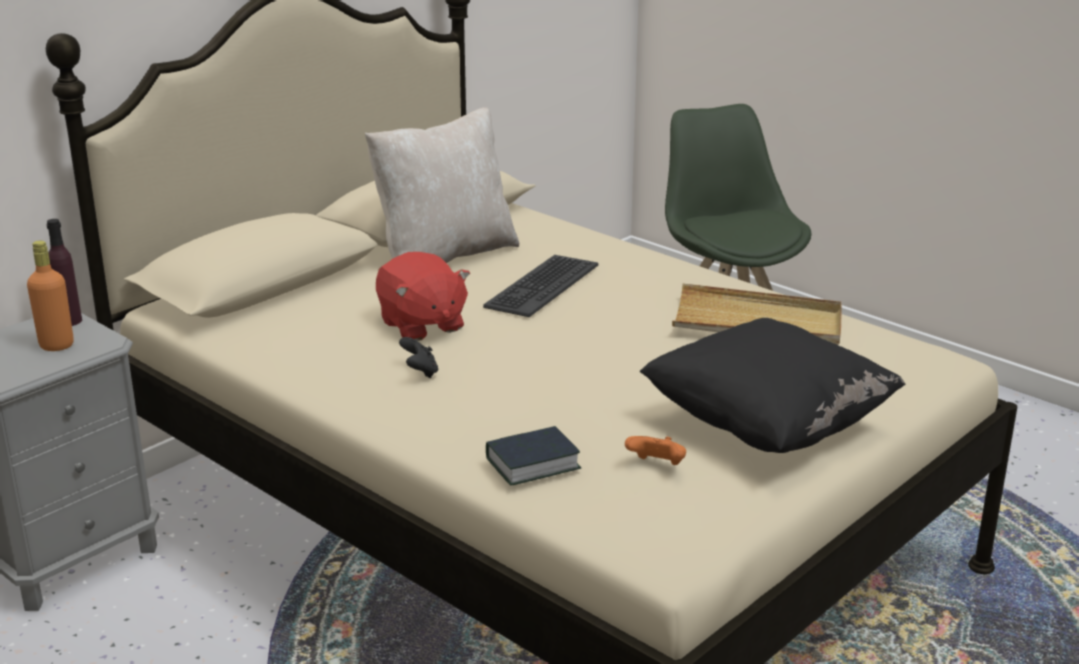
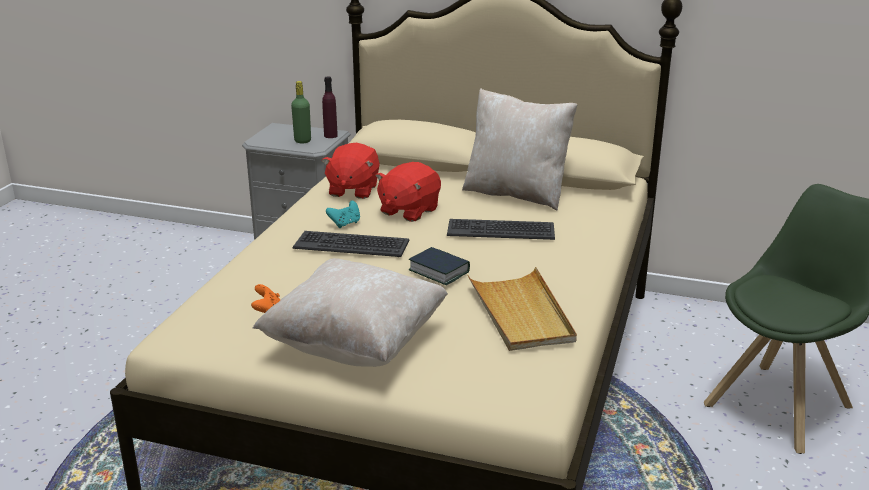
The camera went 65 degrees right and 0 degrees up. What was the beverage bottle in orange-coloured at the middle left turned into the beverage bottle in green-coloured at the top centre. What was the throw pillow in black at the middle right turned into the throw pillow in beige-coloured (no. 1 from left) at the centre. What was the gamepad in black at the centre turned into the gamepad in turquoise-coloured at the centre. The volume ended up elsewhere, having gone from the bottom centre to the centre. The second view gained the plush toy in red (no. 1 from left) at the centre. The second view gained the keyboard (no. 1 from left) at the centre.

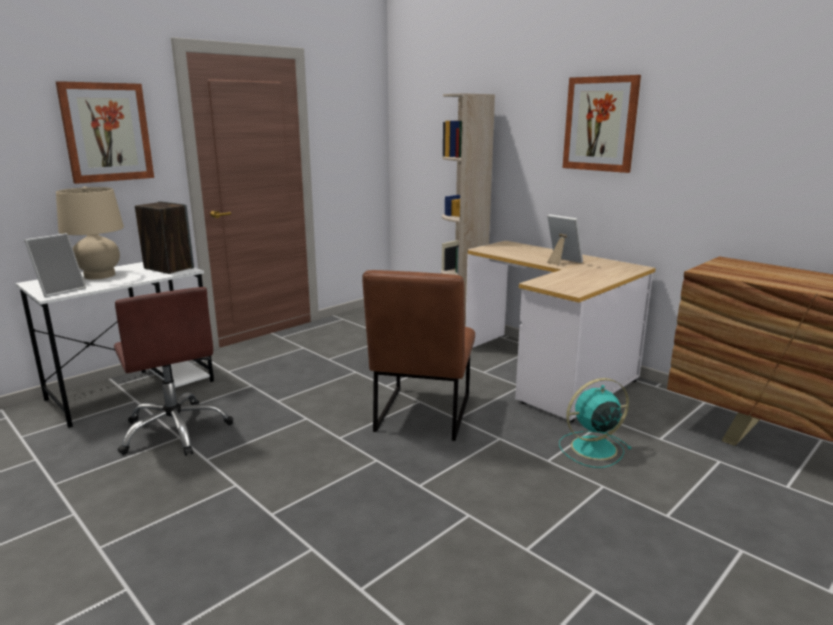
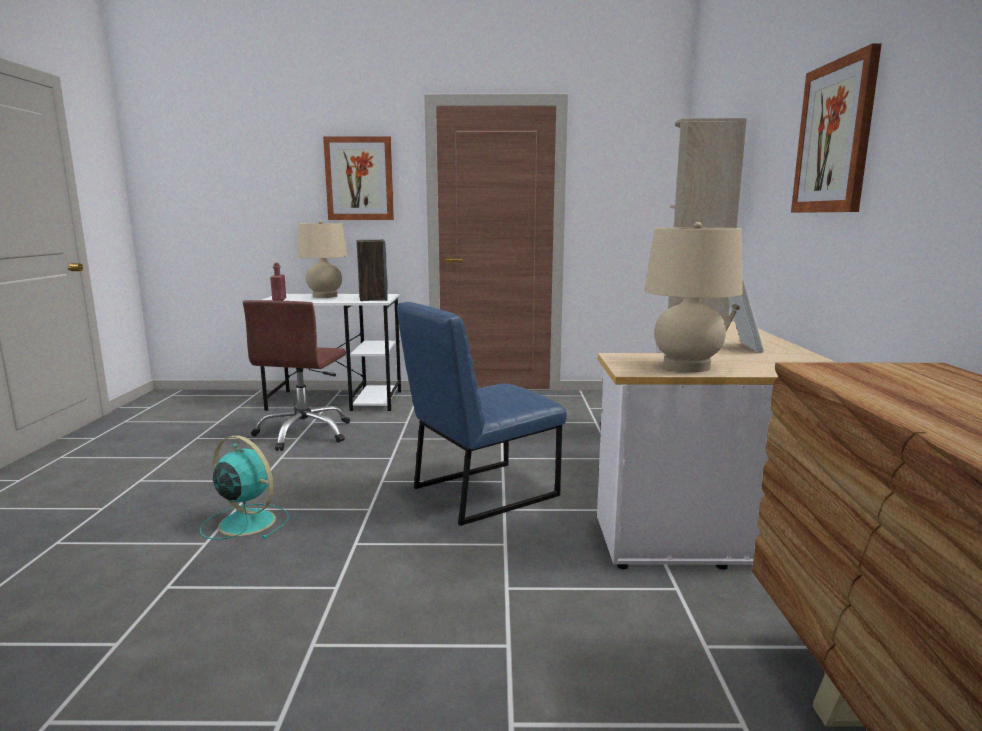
The camera went 45 degrees right and 5 degrees down. Where the standing frame (no. 1 from left) stood at the middle left, the beverage bottle in red came to stand at the middle left. What was the upright chair in brownish at the centre turned into the upright chair in bluish at the centre. The electric fan in turquoise-coloured ended up elsewhere, having gone from the bottom right to the middle left. The second view gained the table lamp in beige-coloured (no. 2 from left) at the middle right.

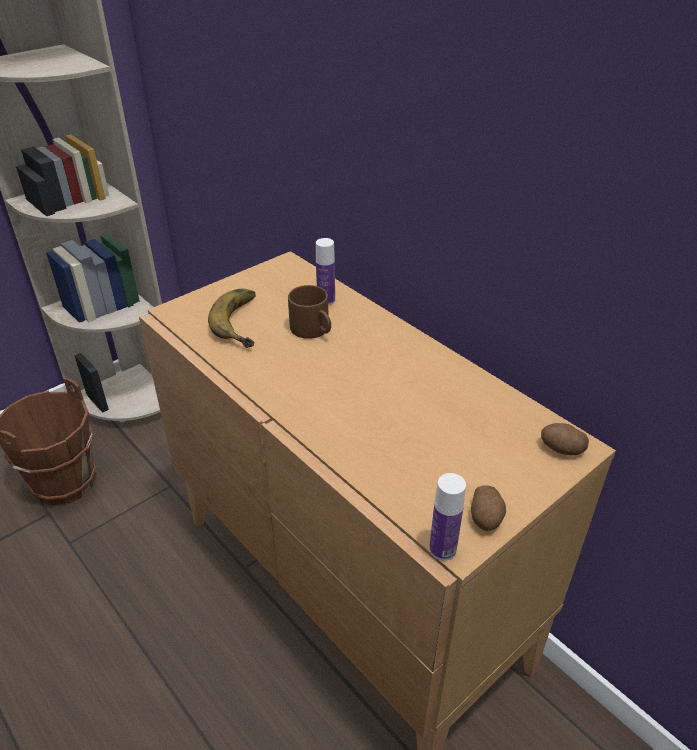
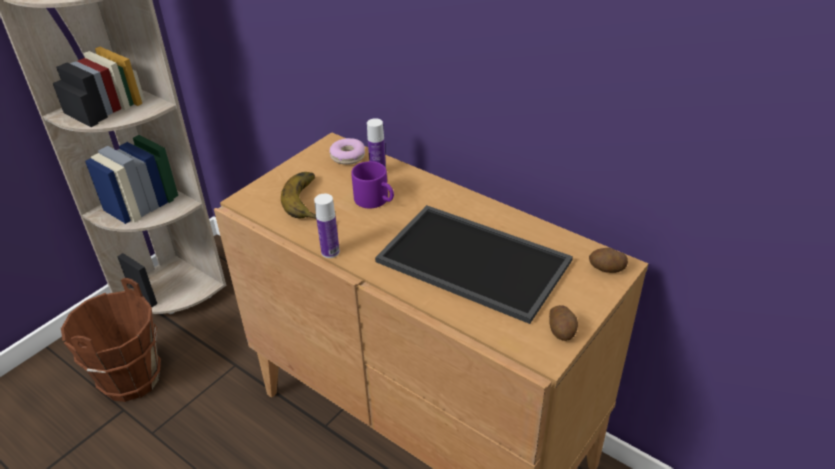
The camera went 10 degrees left and 0 degrees up. What was the mug in brownish at the centre turned into the mug in purplish at the centre. The beverage bottle (no. 2 from left in the first image) ended up elsewhere, having gone from the bottom centre to the centre. The second view gained the doughnut at the top centre. The second view gained the serving tray at the centre.

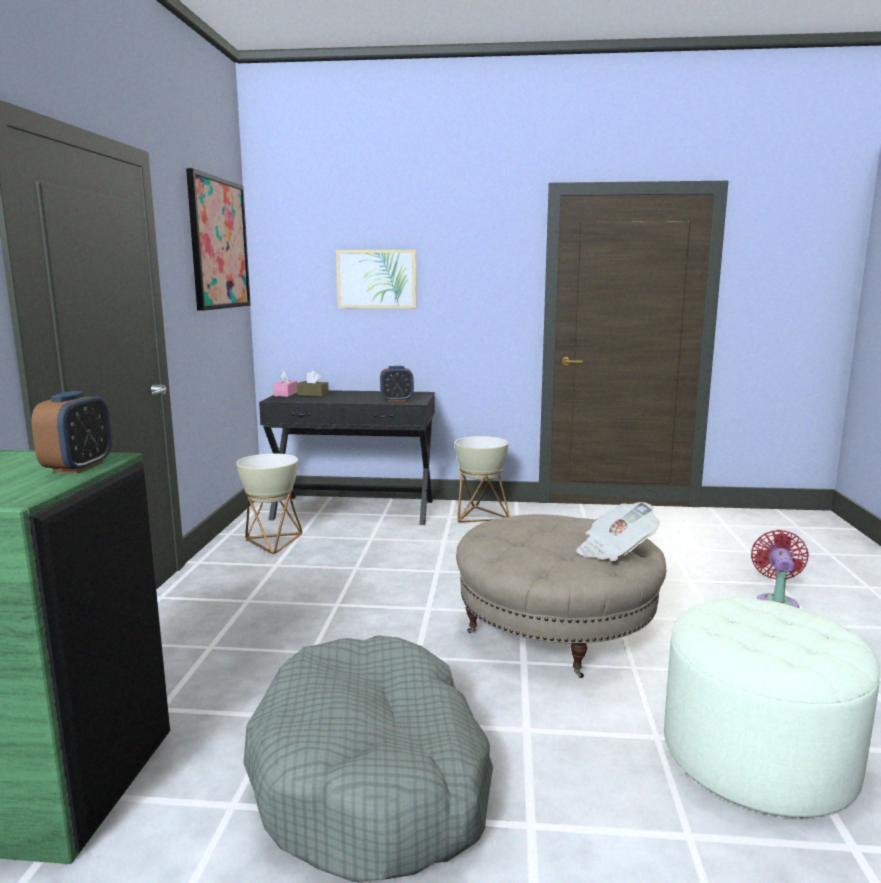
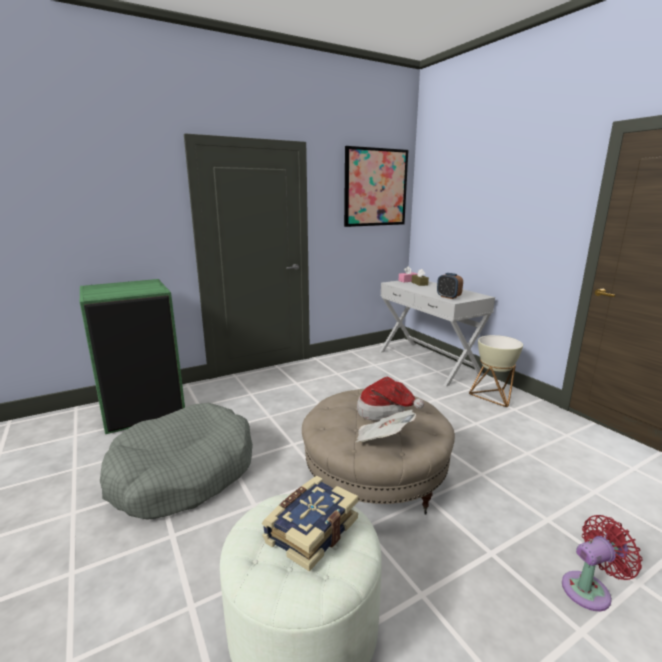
The camera went 55 degrees right and 5 degrees up. The second view lost the wall picture (no. 2 from left) at the top centre. What was the hall table in black at the centre turned into the hall table in white-coloured at the centre. The second view lost the bedside clock (no. 1 from left) at the middle left. The second view lost the flower pot (no. 1 from left) at the middle left. The second view gained the hat at the centre. The second view gained the volume at the bottom centre.

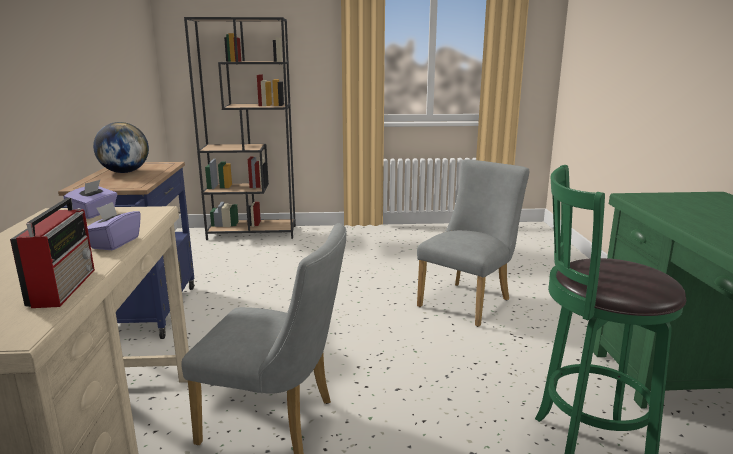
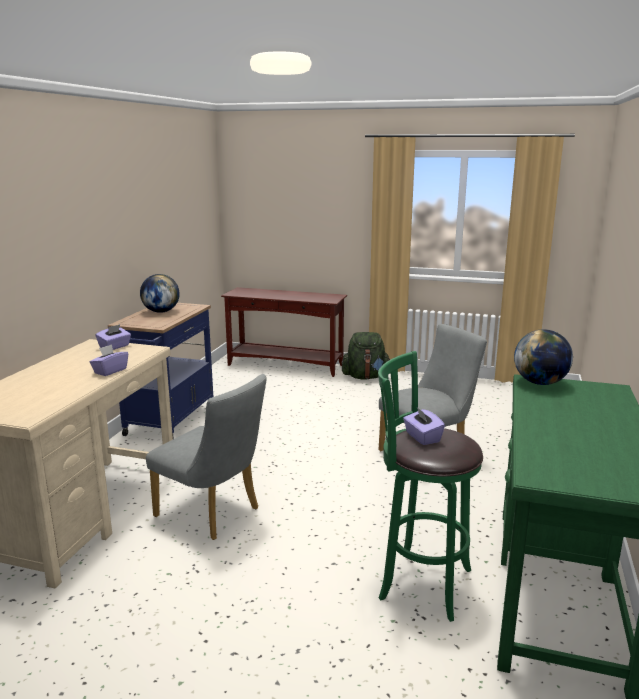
The camera went 20 degrees right and 0 degrees up. Where the bookcase stood at the top left, the hall table in brownish came to stand at the centre. The second view lost the radio at the middle left. The second view gained the desk globe (no. 2 from left) at the middle right. The second view gained the knapsack in green-coloured at the centre. The second view gained the box of tissues in purplish (no. 3 from left) at the centre.

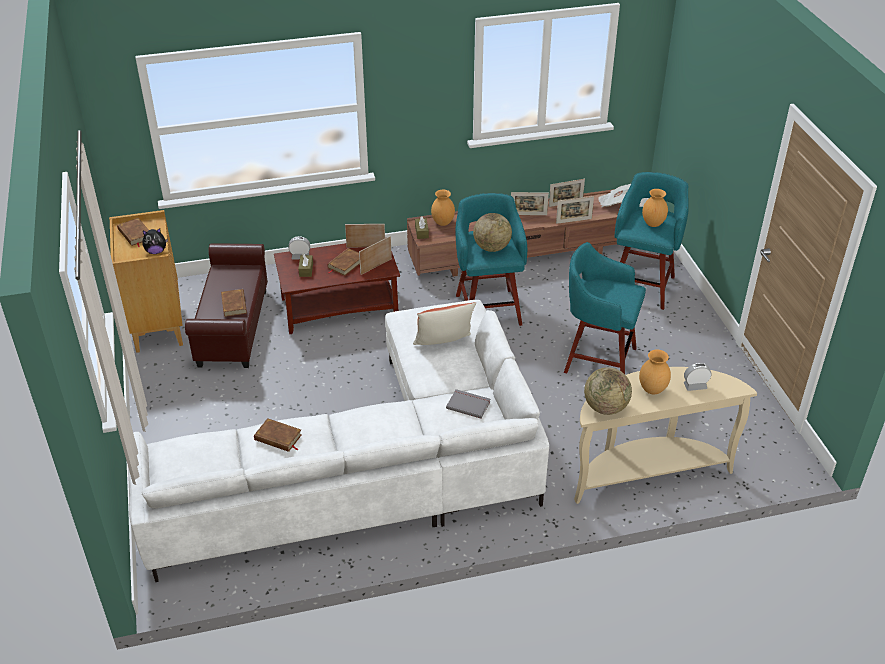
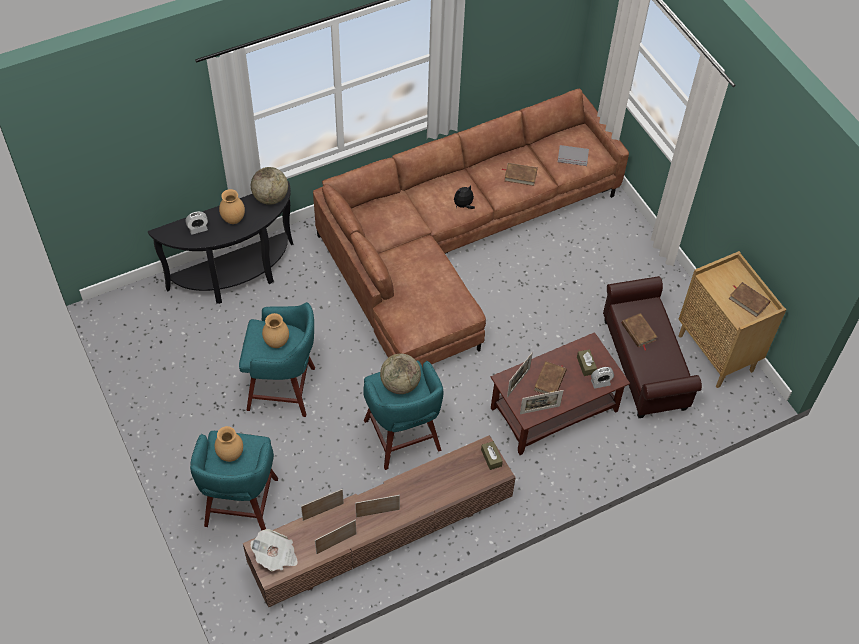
The camera went 165 degrees right and 15 degrees up. The decorative vase in brownish (no. 1 from left in the first image) ended up elsewhere, having gone from the top centre to the middle left. The plush toy ended up elsewhere, having gone from the middle left to the top centre. What was the sofa in white-coloured at the centre turned into the sofa in brownish at the centre. The second view lost the throw pillow at the centre. What was the hall table in beige-coloured at the middle right turned into the hall table in black at the middle left. The volume in grey ended up elsewhere, having gone from the centre to the top right.

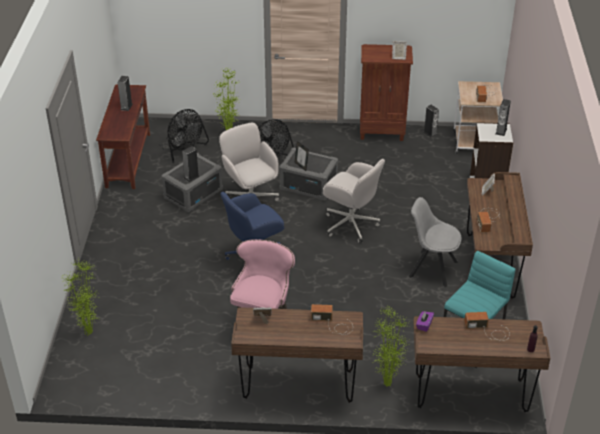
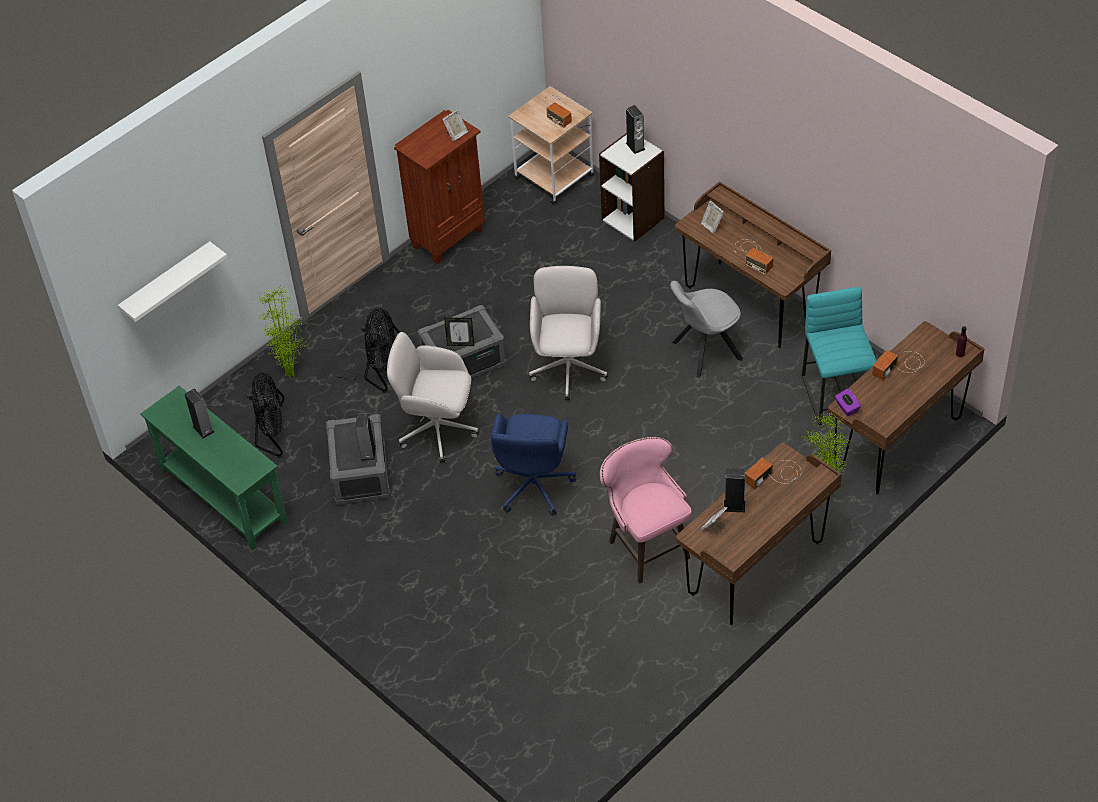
The camera went 45 degrees left and 10 degrees up. What was the hall table in brownish at the top left turned into the hall table in green-coloured at the middle left. The loudspeaker (no. 3 from left in the first image) ended up elsewhere, having gone from the top right to the middle right. The desk chair in white-coloured (no. 2 from left) at the centre ended up facing another way, 75 degrees counterclockwise from before. The second view lost the houseplant (no. 1 from left) at the bottom left. The second view gained the shelf in white-coloured at the middle left.

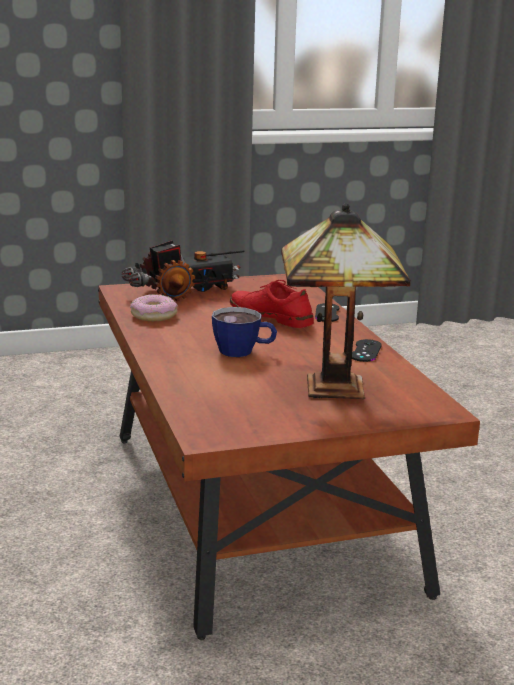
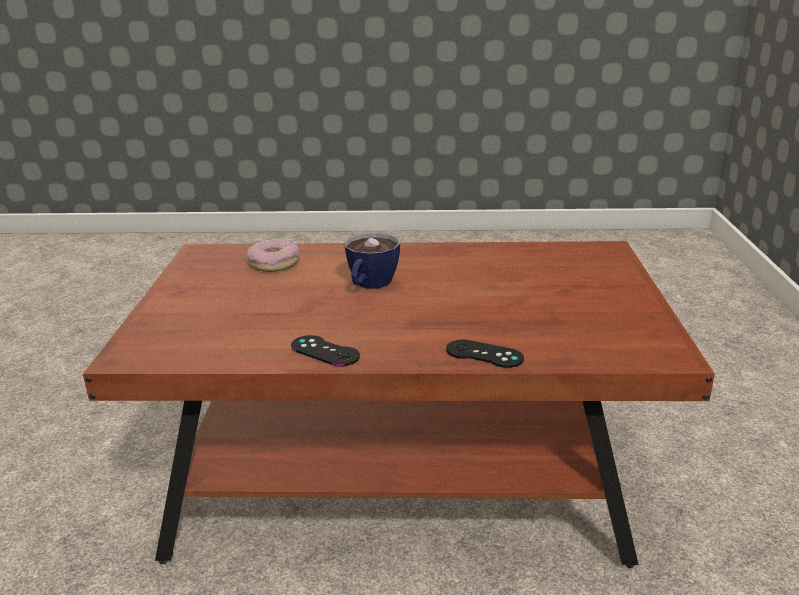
The camera went 110 degrees right and 5 degrees up. The second view lost the table lamp at the middle right. The second view lost the toy lorry at the centre. The second view lost the item of footwear in red at the centre. The doughnut ended up elsewhere, having gone from the middle left to the centre.

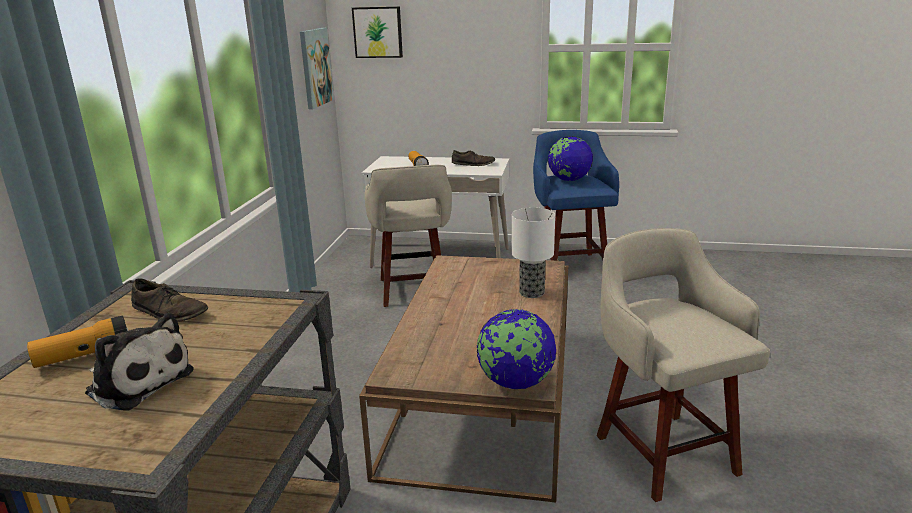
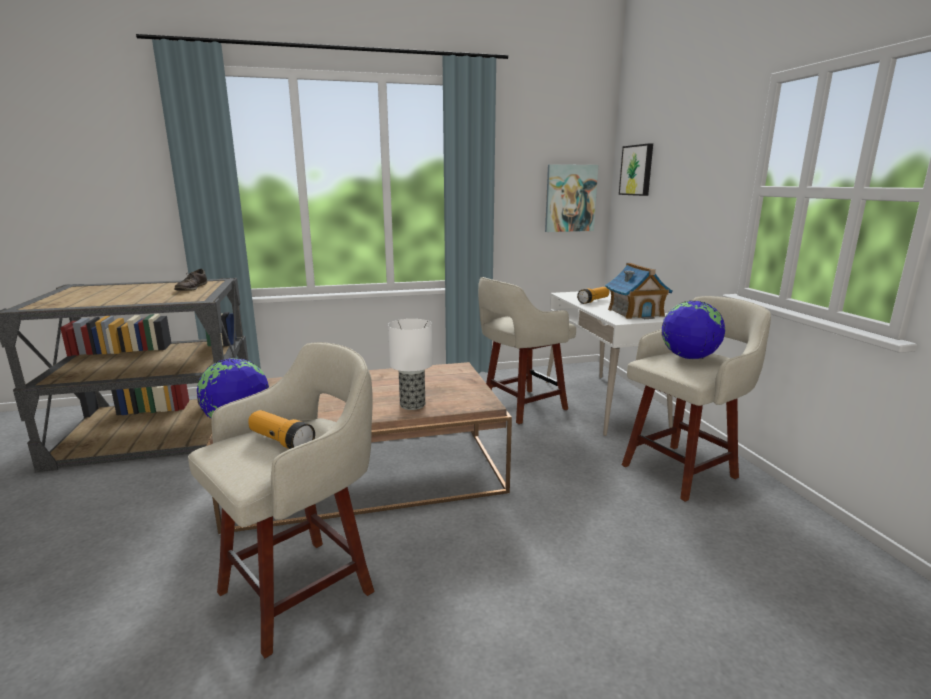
The camera went 65 degrees right and 5 degrees down. What was the stool seat in bluish at the centre turned into the stool seat in beige-coloured (no. 3 from left) at the middle right. Where the item of footwear in brownish (no. 2 from left) stood at the top centre, the toy house came to stand at the middle right. The second view lost the plush toy at the bottom left. The hand torch (no. 1 from left) ended up elsewhere, having gone from the bottom left to the middle left.

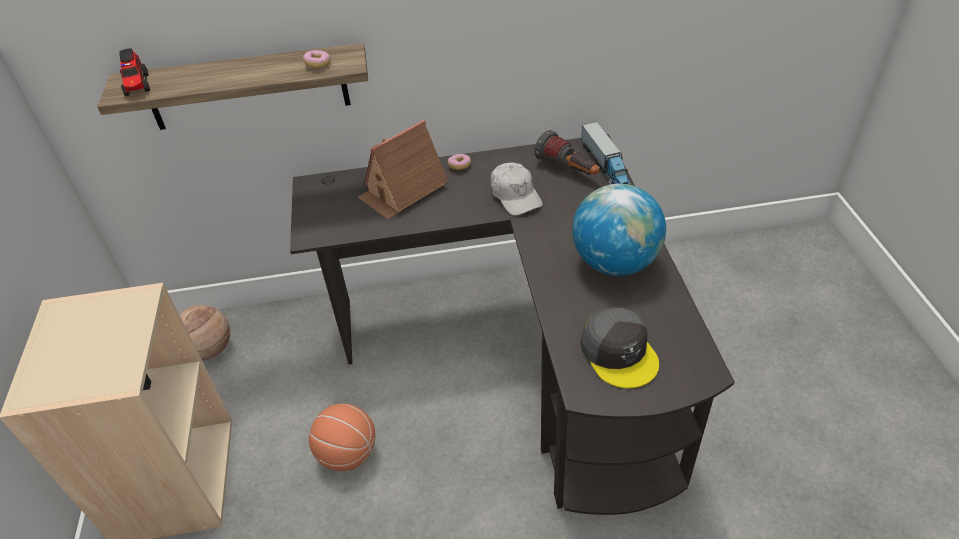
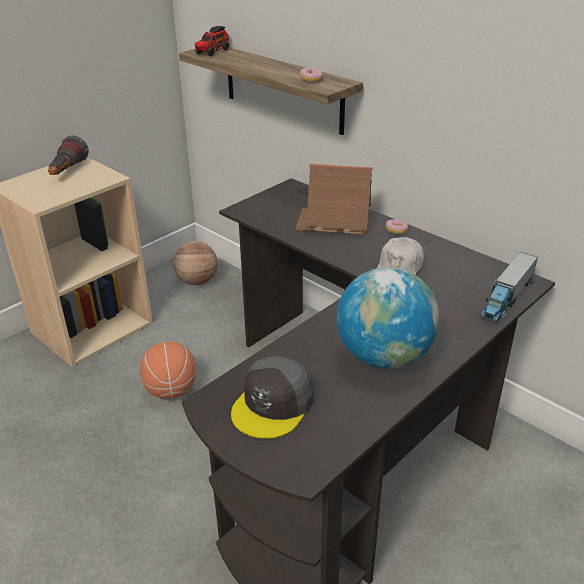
The camera went 50 degrees right and 10 degrees down. The hand torch ended up elsewhere, having gone from the top centre to the top left.

